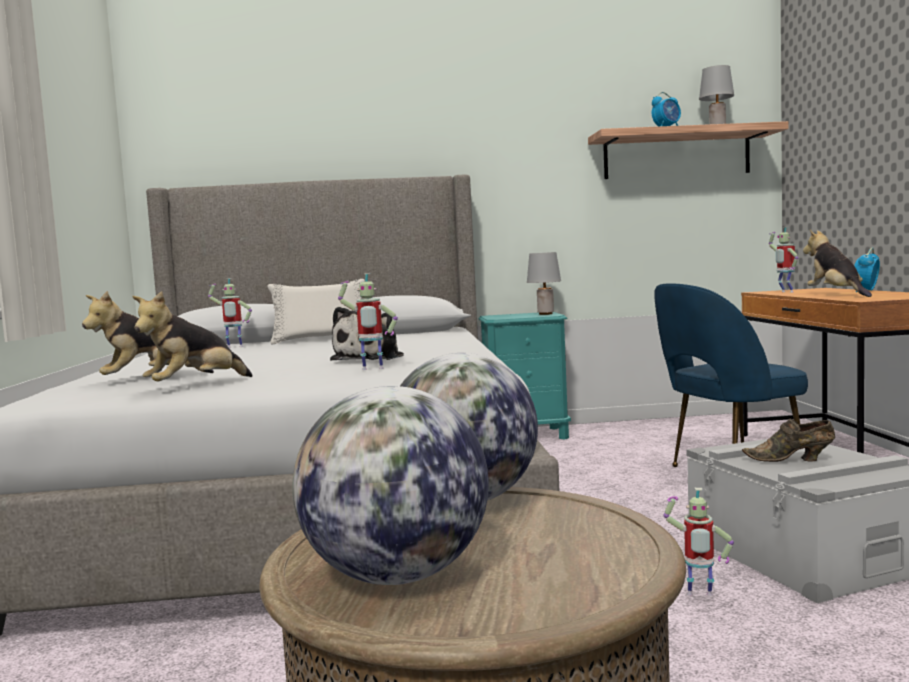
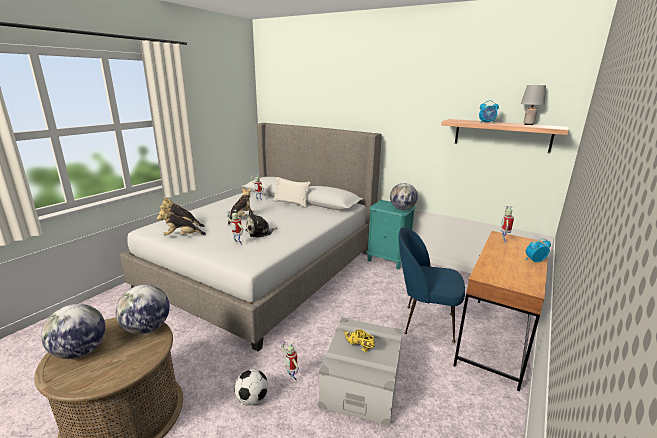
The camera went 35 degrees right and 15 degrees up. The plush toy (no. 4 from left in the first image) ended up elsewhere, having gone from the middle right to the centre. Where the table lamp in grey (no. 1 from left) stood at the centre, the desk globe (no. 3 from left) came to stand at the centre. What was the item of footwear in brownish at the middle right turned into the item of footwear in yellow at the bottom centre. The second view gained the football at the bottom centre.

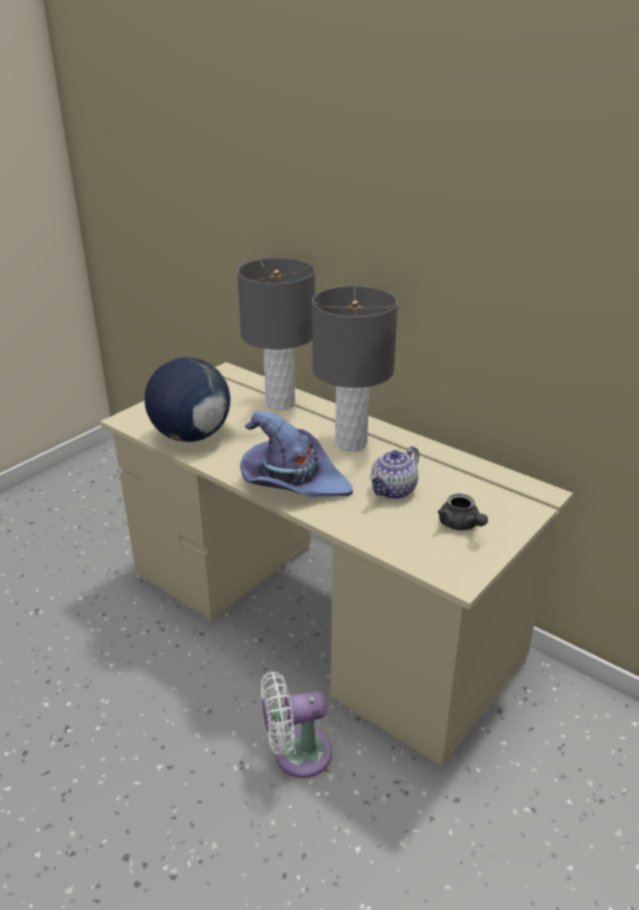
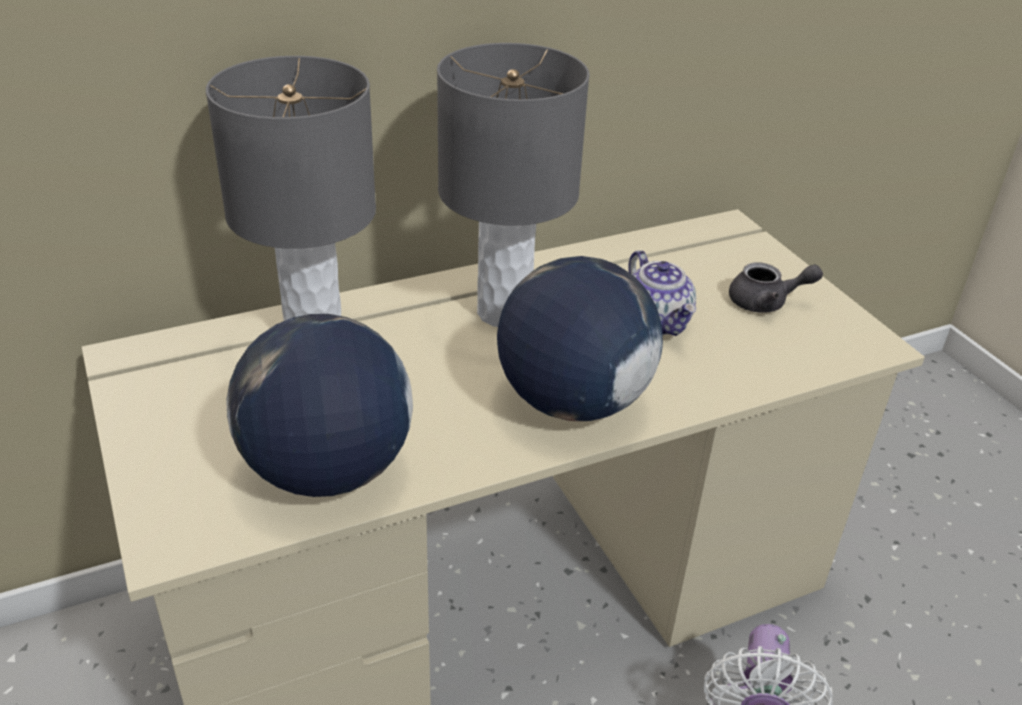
The camera went 65 degrees left and 5 degrees up. Where the hat in purplish stood at the centre, the desk globe (no. 2 from left) came to stand at the centre.

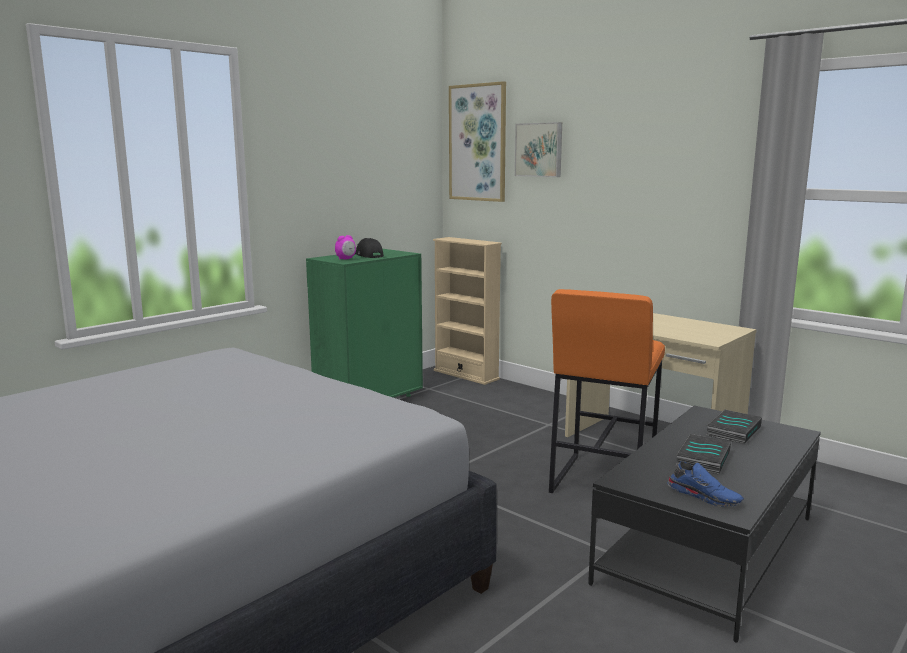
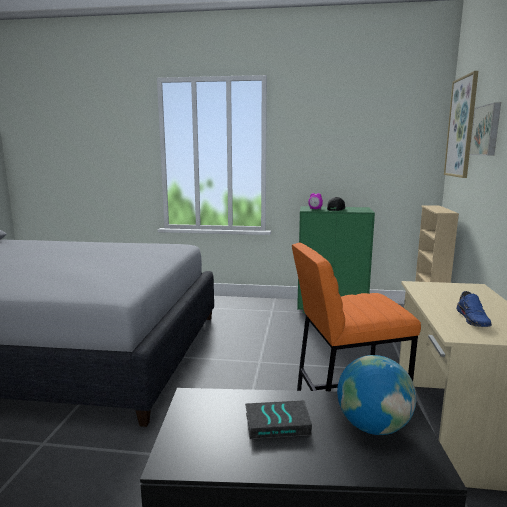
The camera went 55 degrees right and 0 degrees up. Where the volume (no. 2 from left) stood at the middle right, the desk globe came to stand at the bottom right. The item of footwear in bluish ended up elsewhere, having gone from the bottom right to the middle right.

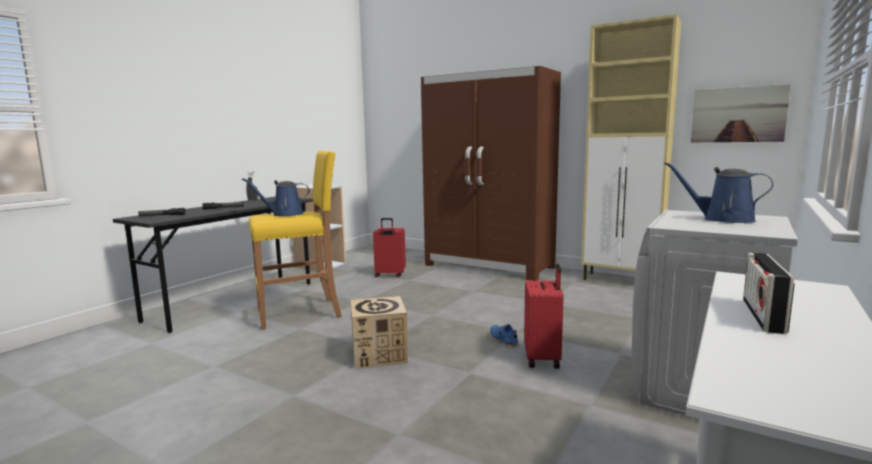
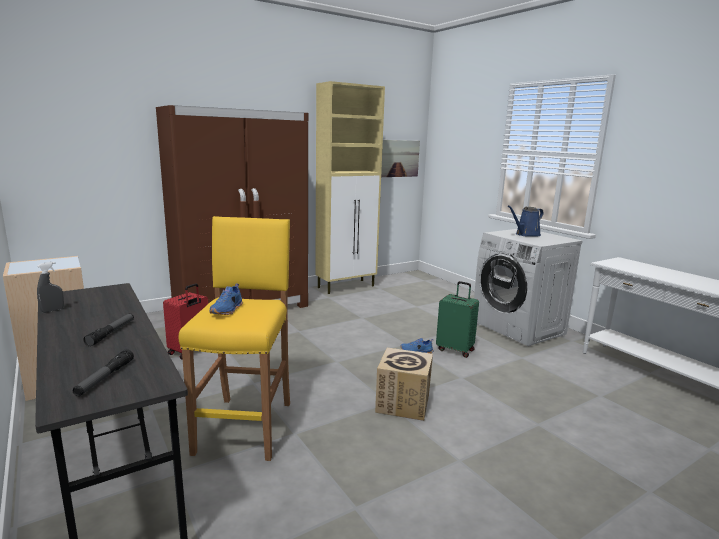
The camera went 65 degrees left and 5 degrees up. Where the sprinkling can in bluish (no. 1 from left) stood at the middle left, the item of footwear in bluish (no. 1 from left) came to stand at the middle left. The second view lost the radio at the middle right. What was the travel case in red (no. 2 from left) at the bottom centre turned into the travel case in green-coloured at the centre.

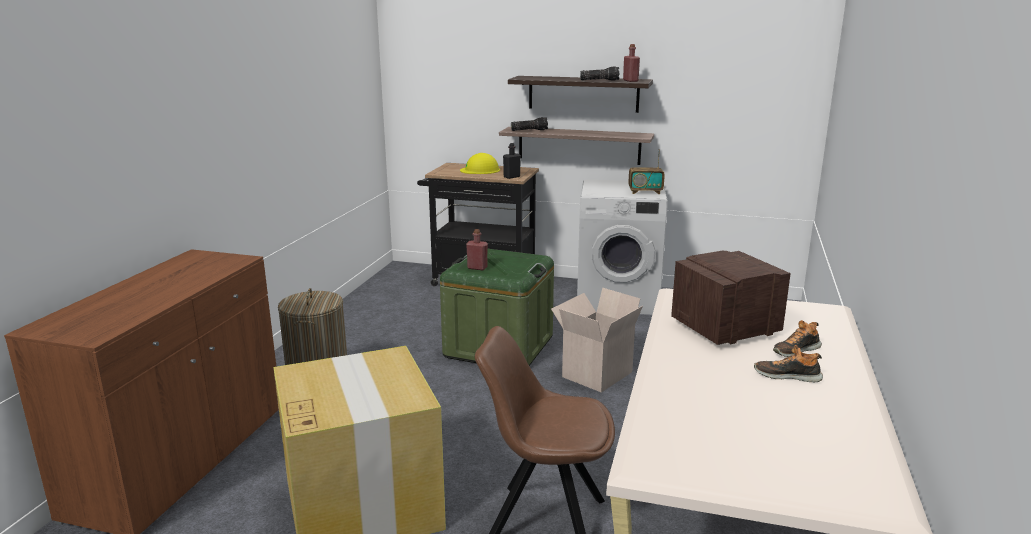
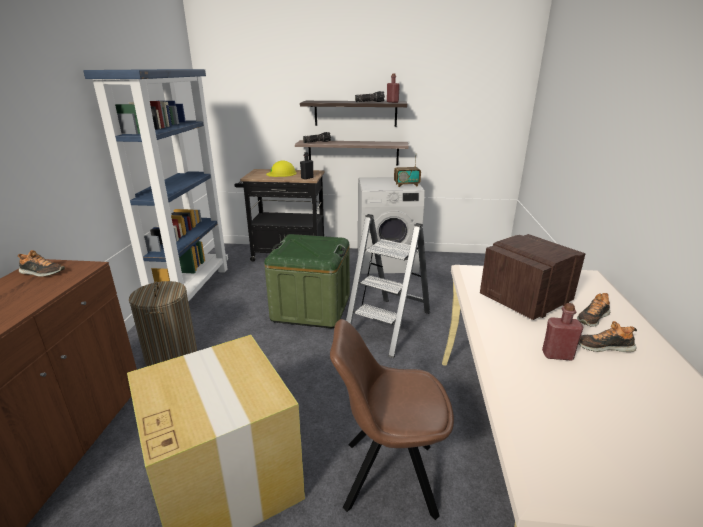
The camera went 10 degrees left and 5 degrees up. The beverage bottle in red (no. 1 from left in the first image) ended up elsewhere, having gone from the centre to the middle right. Where the cardboard box (no. 2 from left) stood at the centre, the step stool in grey came to stand at the centre. The second view gained the bookcase in bluish at the middle left. The second view gained the item of footwear (no. 1 from left) at the middle left.

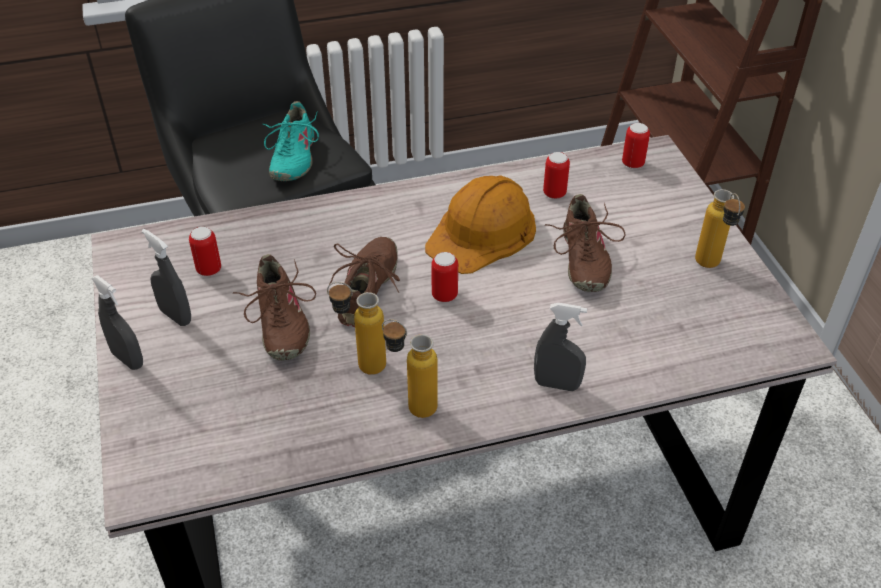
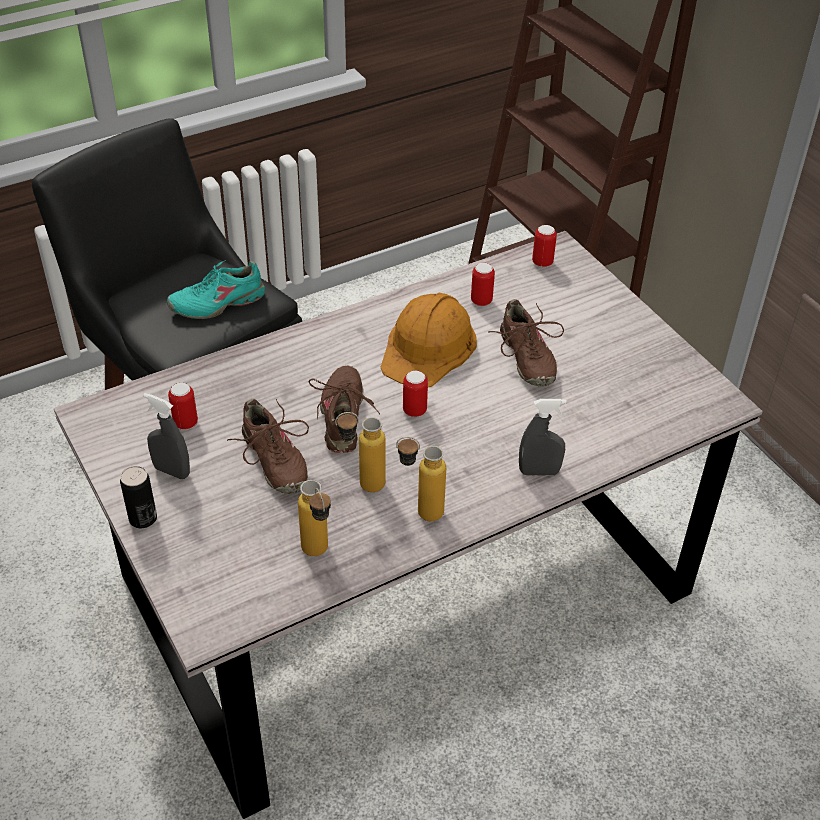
The camera went 15 degrees left and 0 degrees up. The item of footwear in turquoise-coloured at the top left ended up facing another way, 75 degrees clockwise from before. The beverage bottle (no. 3 from left in the first image) ended up elsewhere, having gone from the middle right to the centre. Where the hand sprayer in grey (no. 1 from left) stood at the middle left, the sealed can (no. 1 from left) came to stand at the middle left.

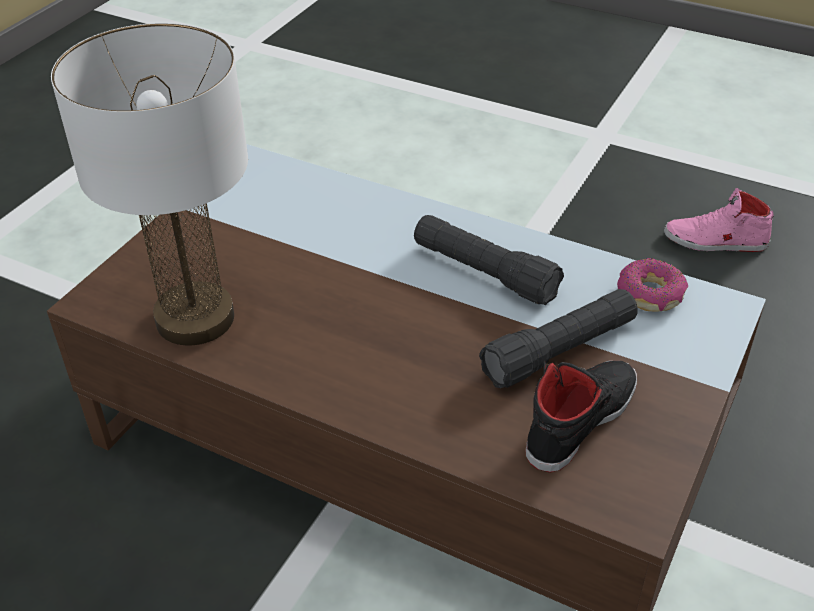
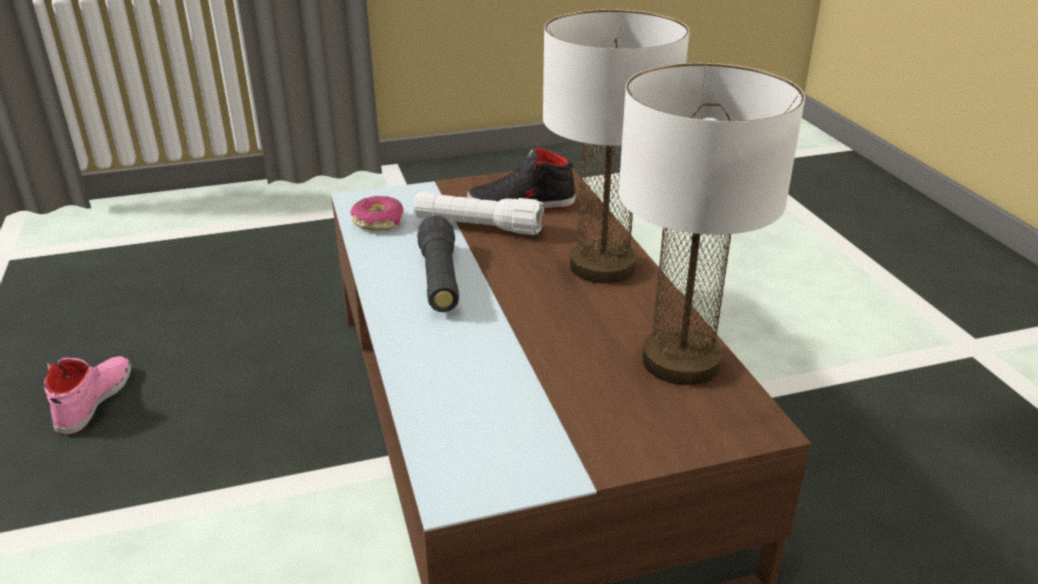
The camera went 135 degrees left and 10 degrees down. The item of footwear in pink-coloured at the middle right ended up facing another way, 135 degrees counterclockwise from before. What was the hand torch in black (no. 2 from left) at the middle right turned into the hand torch in white-coloured at the centre. The second view gained the table lamp (no. 1 from left) at the top centre.

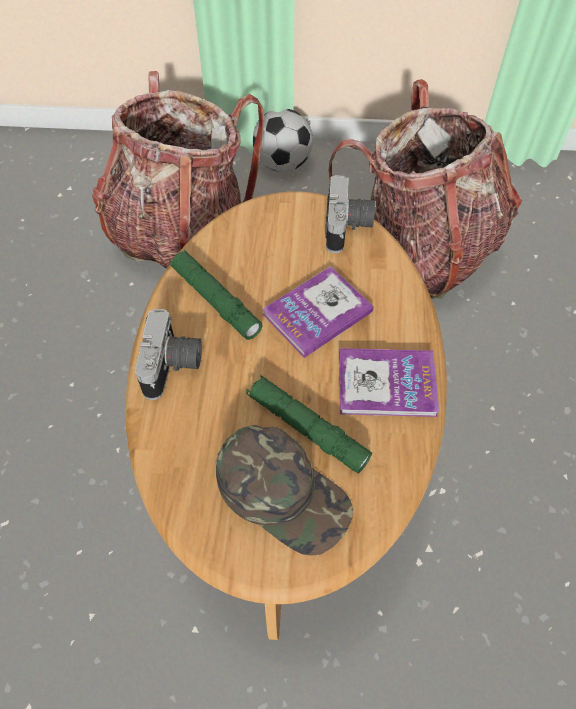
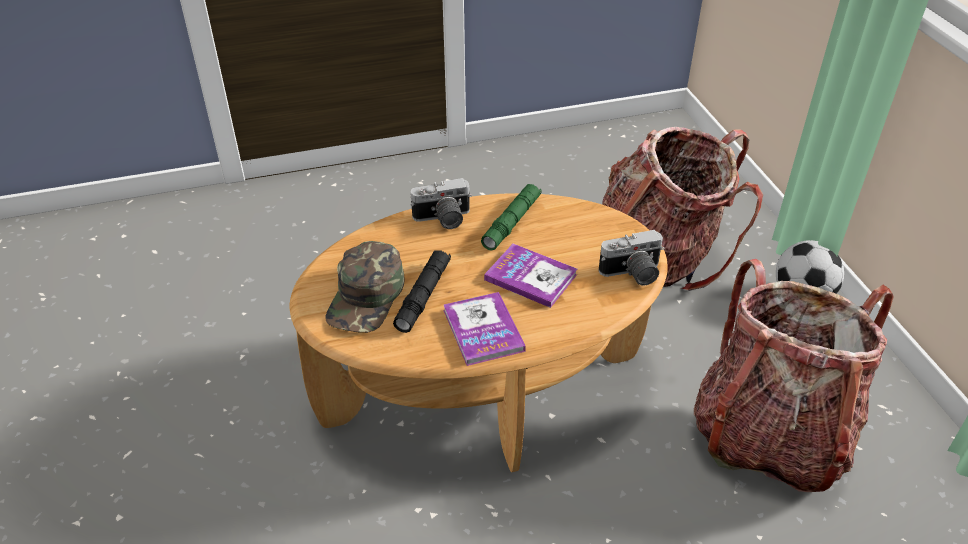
The camera went 70 degrees right and 15 degrees down. What was the hand torch in green-coloured (no. 2 from left) at the centre turned into the hand torch in black at the centre.

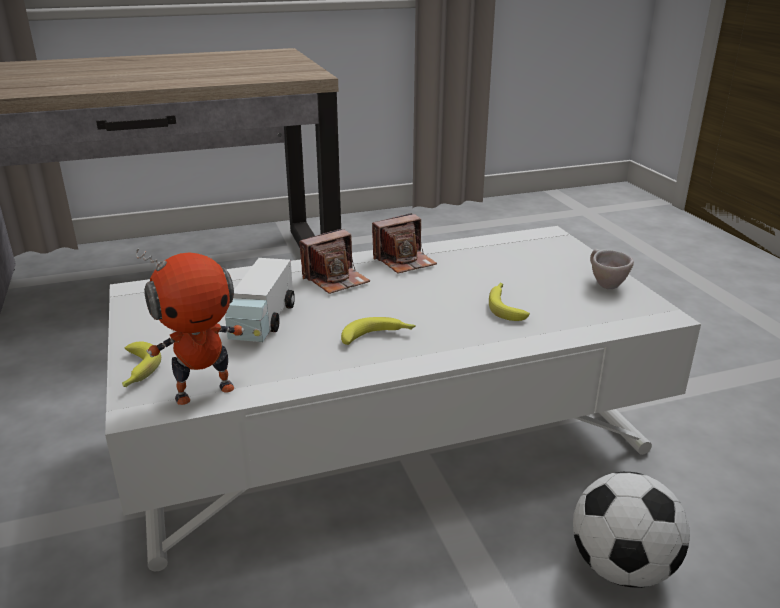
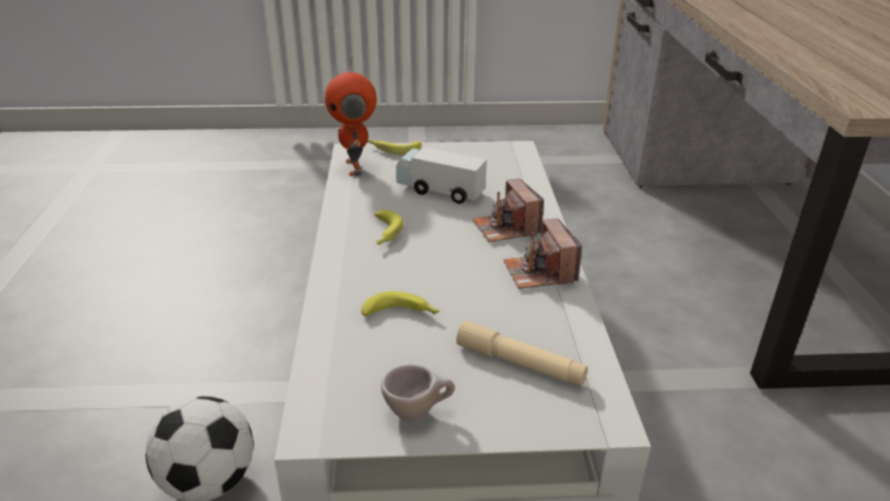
The camera went 105 degrees right and 5 degrees up. The second view gained the hand torch in beige-coloured at the bottom centre.

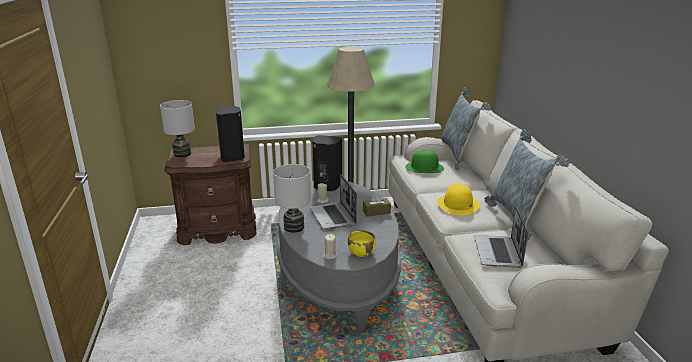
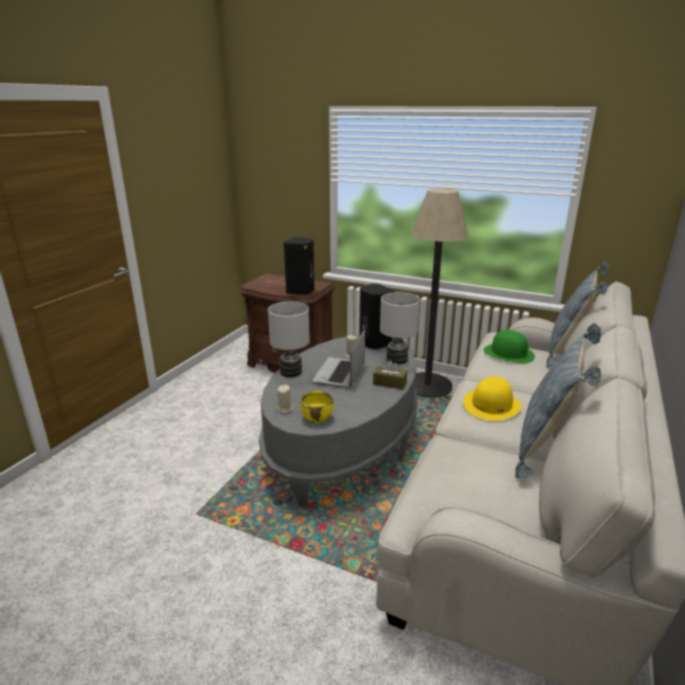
The camera went 35 degrees right and 0 degrees up. The table lamp in grey (no. 1 from left in the first image) ended up elsewhere, having gone from the middle left to the centre. The second view lost the portable computer (no. 2 from left) at the middle right.

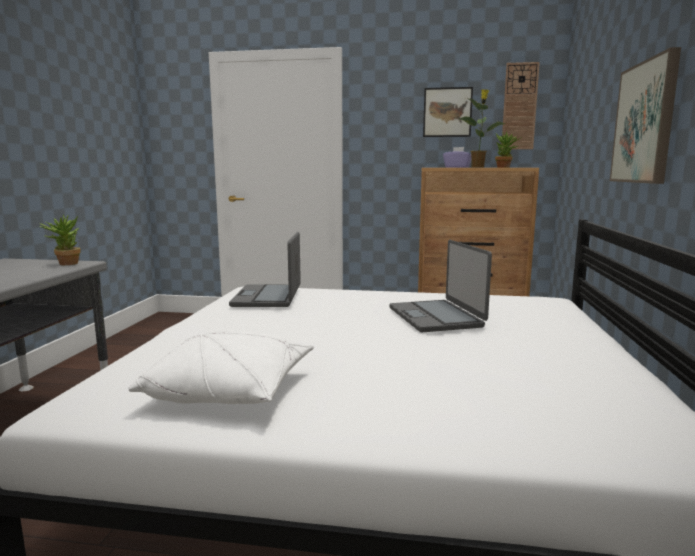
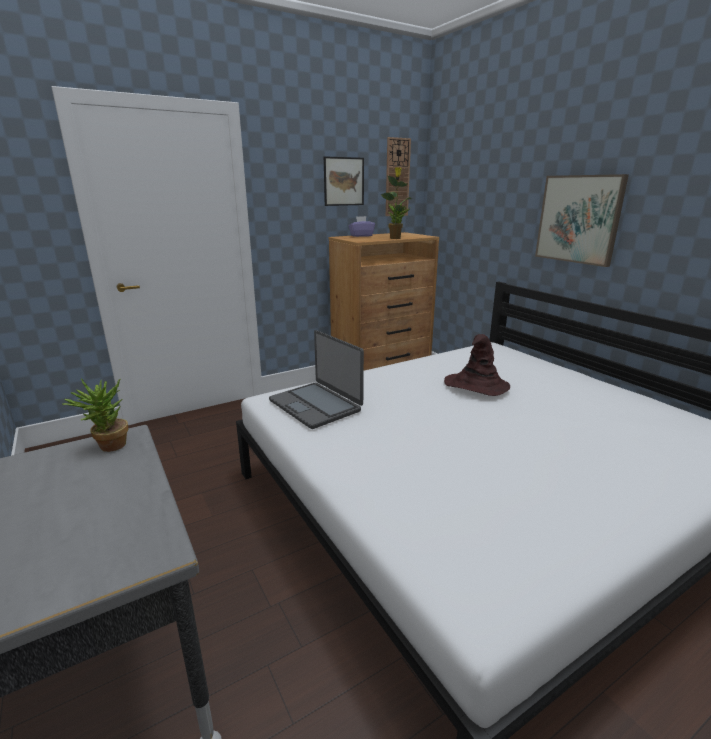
The camera went 40 degrees left and 10 degrees up. Where the portable computer (no. 2 from left) stood at the centre, the hat in brownish came to stand at the middle right. The second view lost the throw pillow in white-coloured at the middle left.

